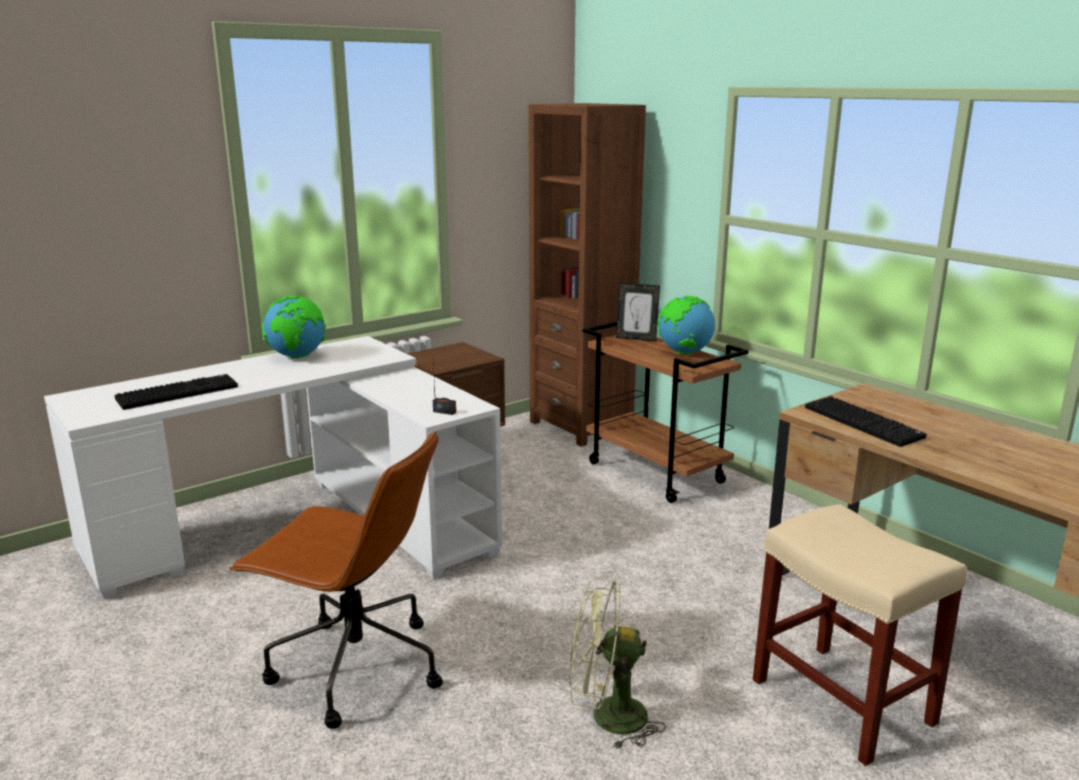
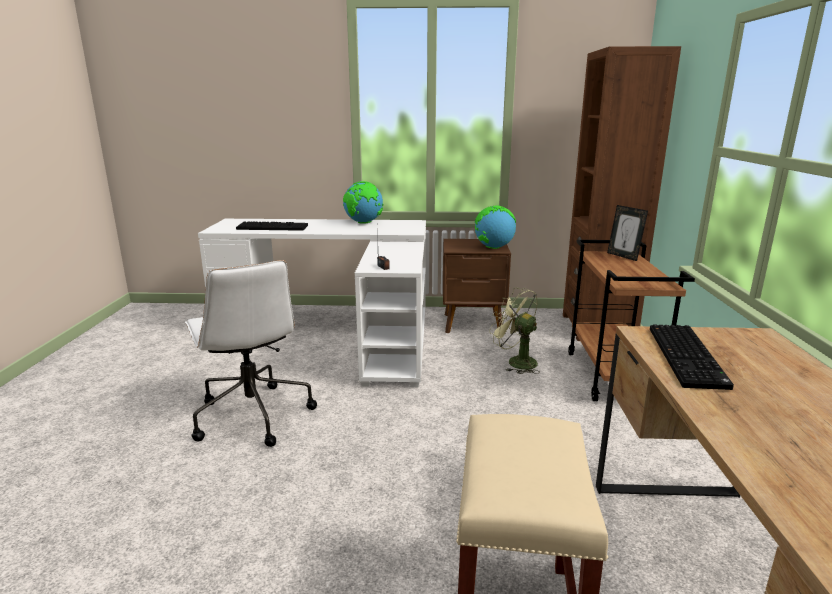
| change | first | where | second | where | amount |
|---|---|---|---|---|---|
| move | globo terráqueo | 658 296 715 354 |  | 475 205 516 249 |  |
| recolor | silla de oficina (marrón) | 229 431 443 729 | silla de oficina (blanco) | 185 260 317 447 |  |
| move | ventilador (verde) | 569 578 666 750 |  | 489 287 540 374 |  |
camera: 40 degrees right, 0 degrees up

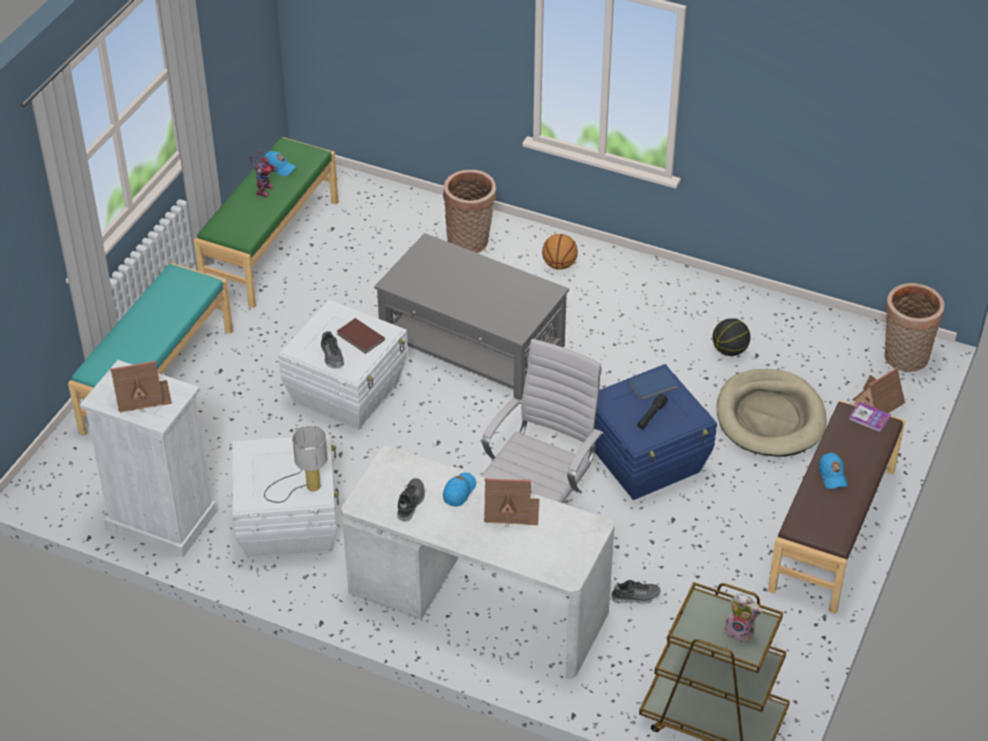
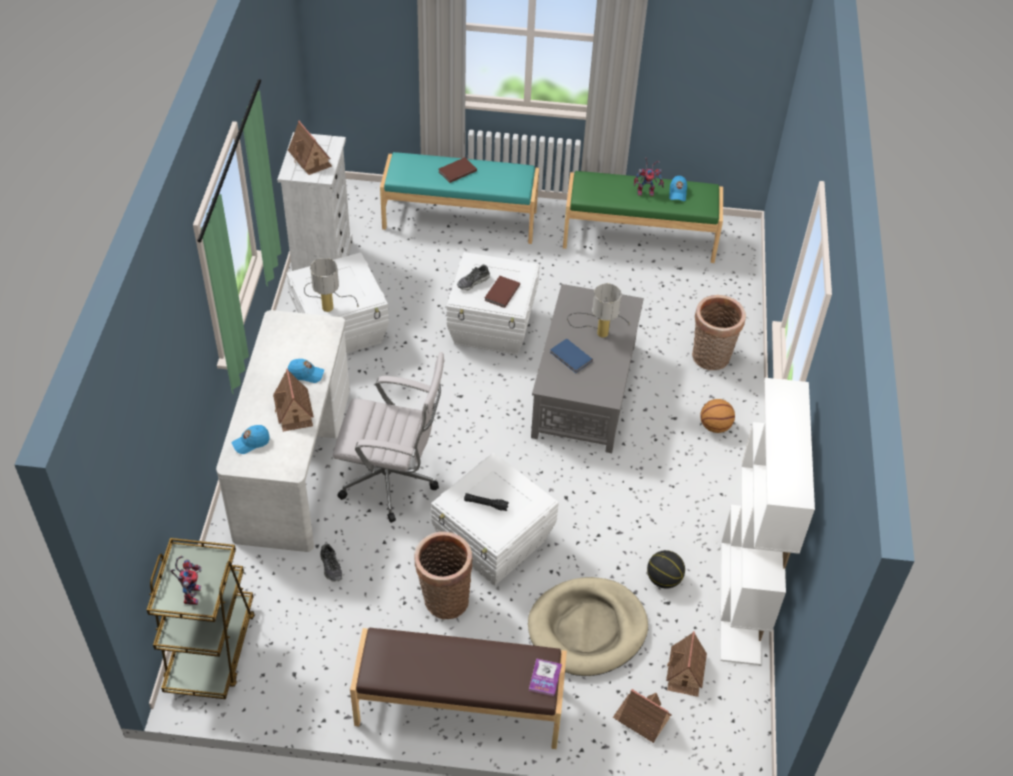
| change | first | where | second | where | amount |
|---|---|---|---|---|---|
| move | cesta | 884 283 945 372 |  | 415 532 473 619 |  |
| recolor | caja de almacenaje (azul) | 594 364 717 500 | caja de almacenaje (blanco) | 431 452 559 586 |  |
| move | libro (azul) | 628 368 678 401 |  | 550 339 593 373 |  |
| move | gorra (azul) | 819 453 848 489 |  | 232 425 270 454 |  |
| delete | zapato | 397 478 425 522 |  |  |  |
| replace | peluche | 724 593 763 643 | robot de juguete | 171 556 201 605 |  |
| insert |  |  | libro (marrón) | 439 157 477 183 |  |
| insert |  |  | lámpara de mesa | 567 283 630 338 |  |
| insert |  |  | estantería (blanco) | 720 378 815 665 |  |
| insert |  |  | casita | 666 631 707 697 |  |
camera: 70 degrees right, 5 degrees up

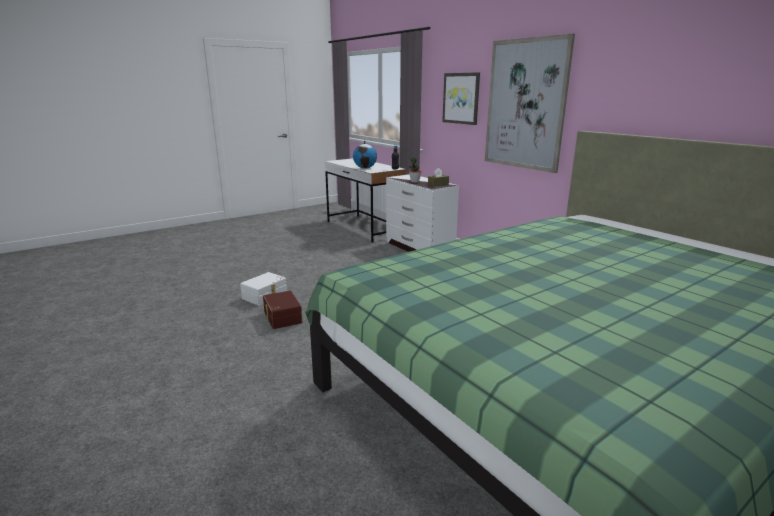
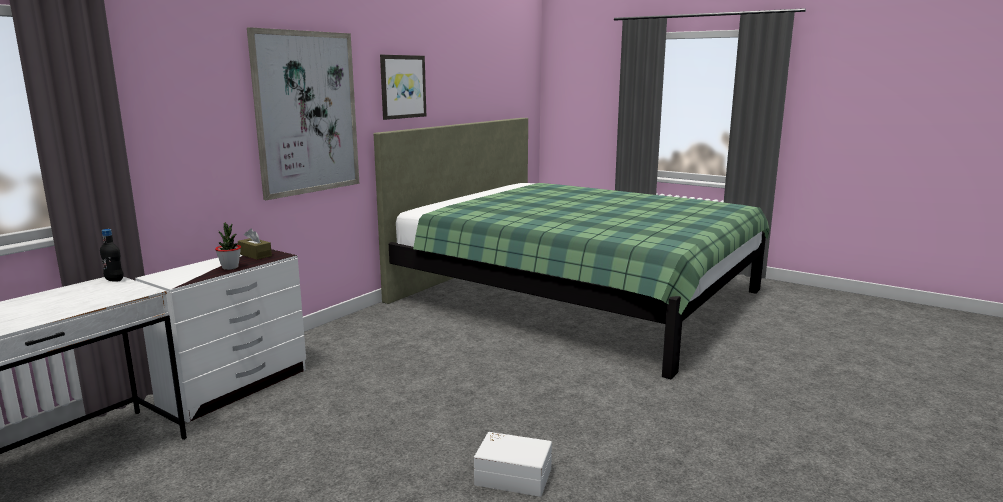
| change | first | where | second | where | amount |
|---|---|---|---|---|---|
| move | cuadro | 442 72 480 125 |  | 380 55 426 120 |  |
| delete | globo terráqueo | 353 140 377 169 |  |  |  |
| delete | caja de almacenaje (marrón) | 263 291 302 329 |  |  |  |
camera: 110 degrees left, 5 degrees down

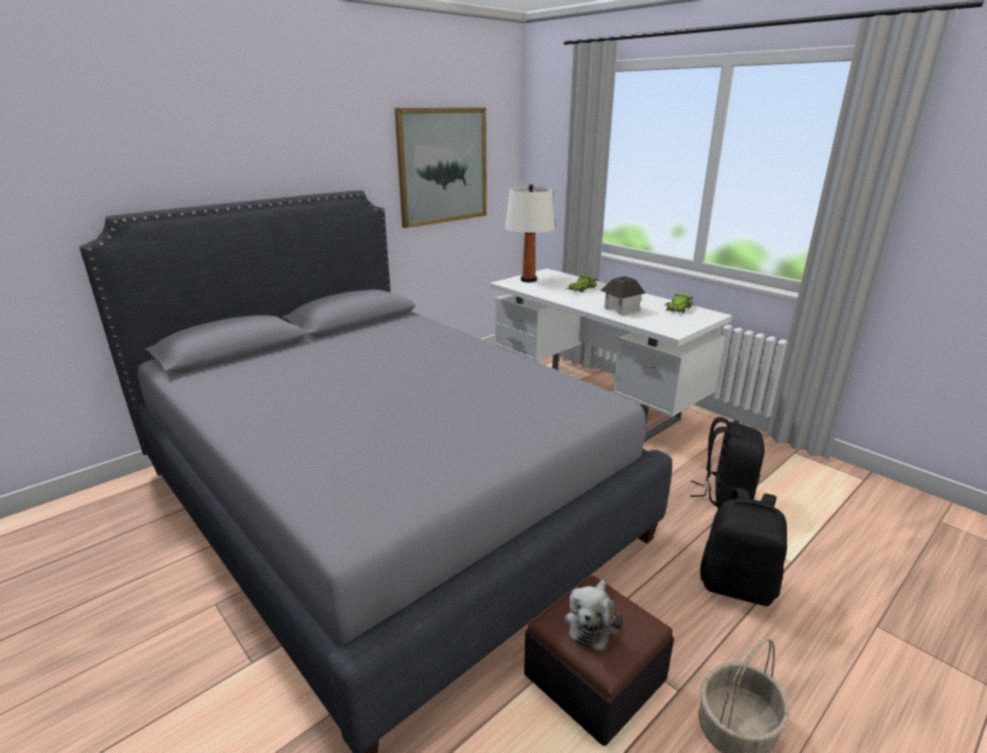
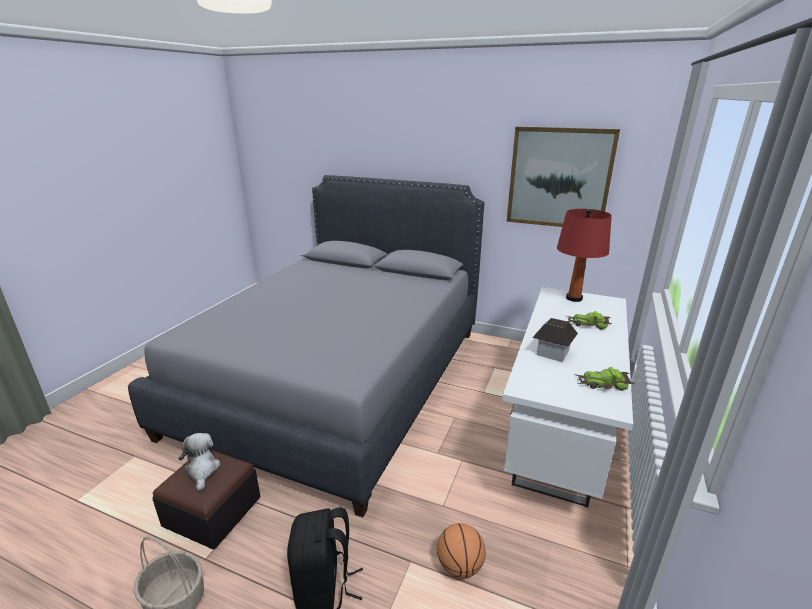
| change | first | where | second | where | amount |
|---|---|---|---|---|---|
| recolor | lámpara de mesa (blanco) | 505 184 555 282 | lámpara de mesa (rojo) | 557 209 612 302 |  |
| replace | mochila (negro) | 690 417 765 509 | balón de baloncesto | 437 523 486 578 |  |
| rotate | peluche | 564 580 623 651 |  | 178 433 220 492 | 75 degrees clockwise |
camera: 65 degrees right, 0 degrees up

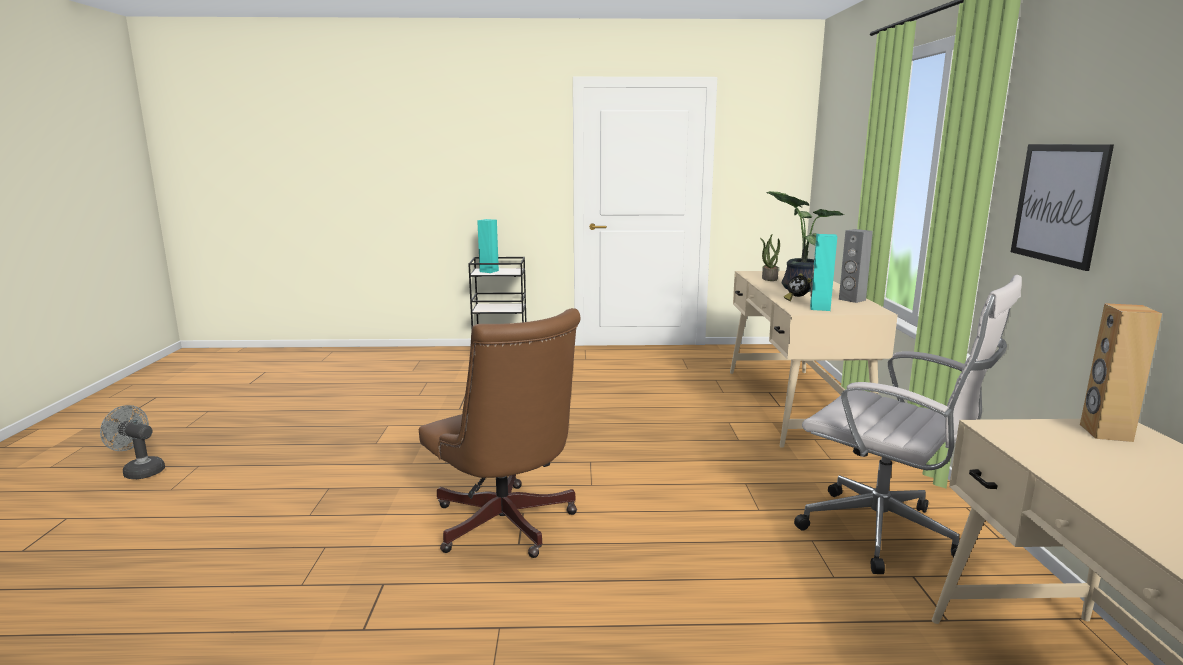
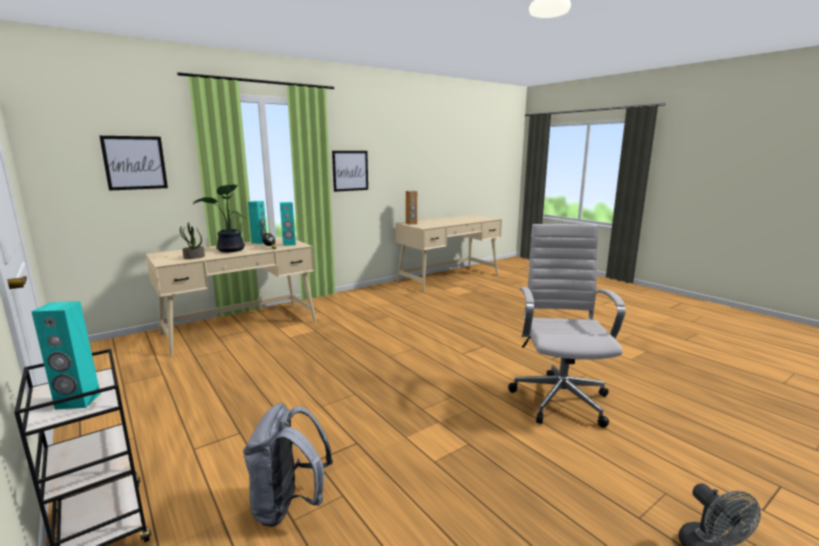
| change | first | where | second | where | amount |
|---|---|---|---|---|---|
| recolor | altavoz (gris) | 839 229 873 303 | altavoz (turquesa) | 248 201 267 244 |  |
| move | silla de oficina (blanco) | 794 275 1022 574 |  | 508 224 626 428 |  |
| delete | silla de oficina (marrón) | 419 308 581 558 |  |  |  |
| insert |  |  | cuadro | 99 136 168 191 |  |
| insert |  |  | mochila (gris) | 243 403 333 527 |  |
camera: 125 degrees left, 0 degrees up

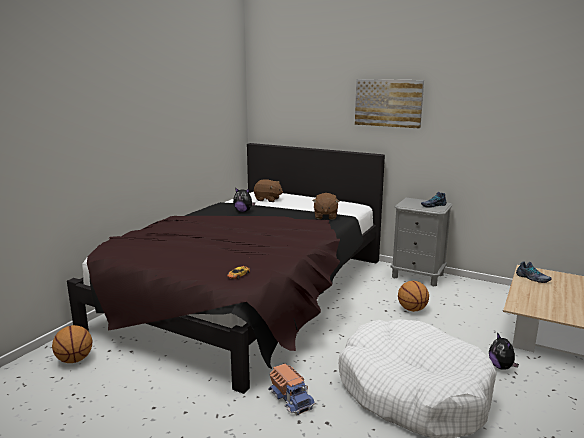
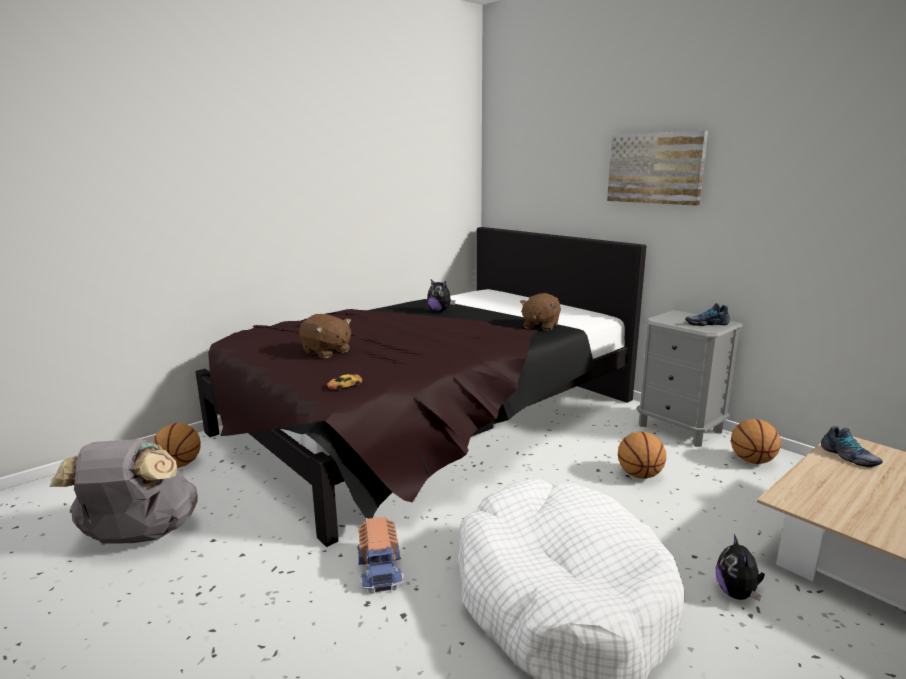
| change | first | where | second | where | amount |
|---|---|---|---|---|---|
| move | peluche (marrón) | 254 179 283 202 |  | 299 314 351 358 |  |
| insert |  |  | balón de baloncesto | 731 419 781 464 |  |
| insert |  |  | mochila (gris) | 49 439 198 544 |  |
camera: 20 degrees right, 0 degrees up

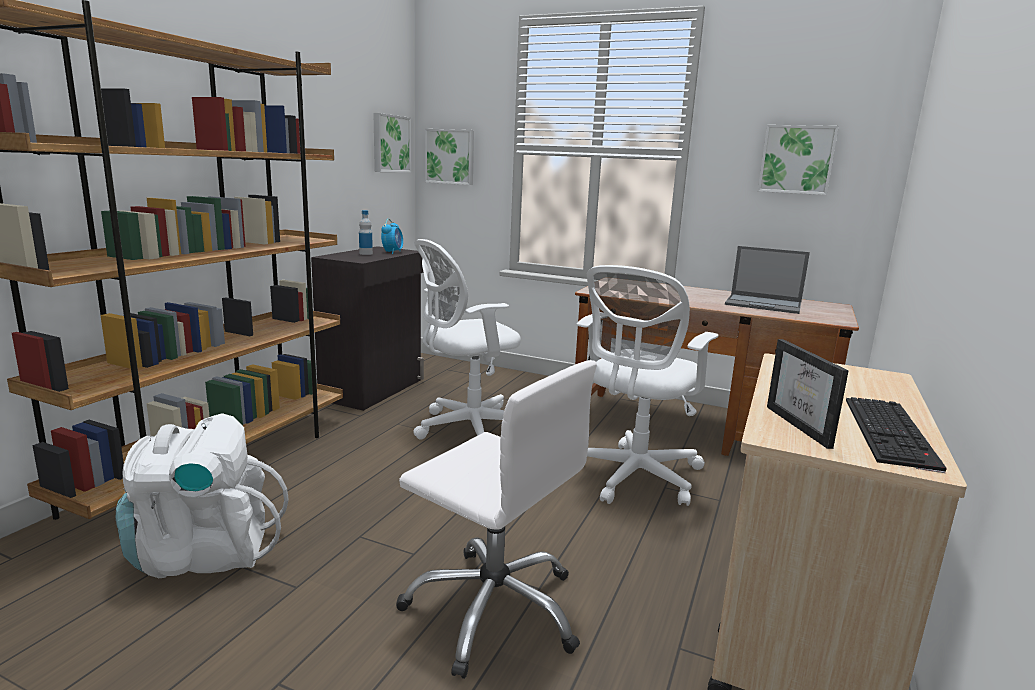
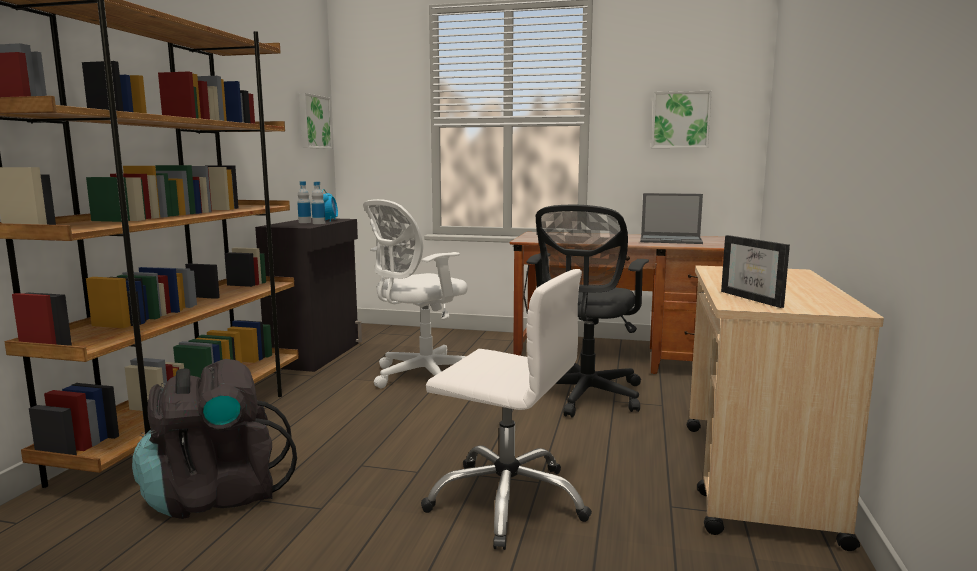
| change | first | where | second | where | amount |
|---|---|---|---|---|---|
| delete | cuadro | 425 129 474 185 |  |  |  |
| recolor | silla de oficina (blanco) | 577 265 719 506 | silla de oficina (negro) | 526 205 649 418 |  |
| delete | teclado | 846 397 947 473 |  |  |  |
| recolor | mochila (blanco) | 116 413 289 578 | mochila (negro) | 132 359 297 519 |  |
| insert |  |  | botella | 311 182 325 224 |  |
camera: 10 degrees left, 5 degrees down

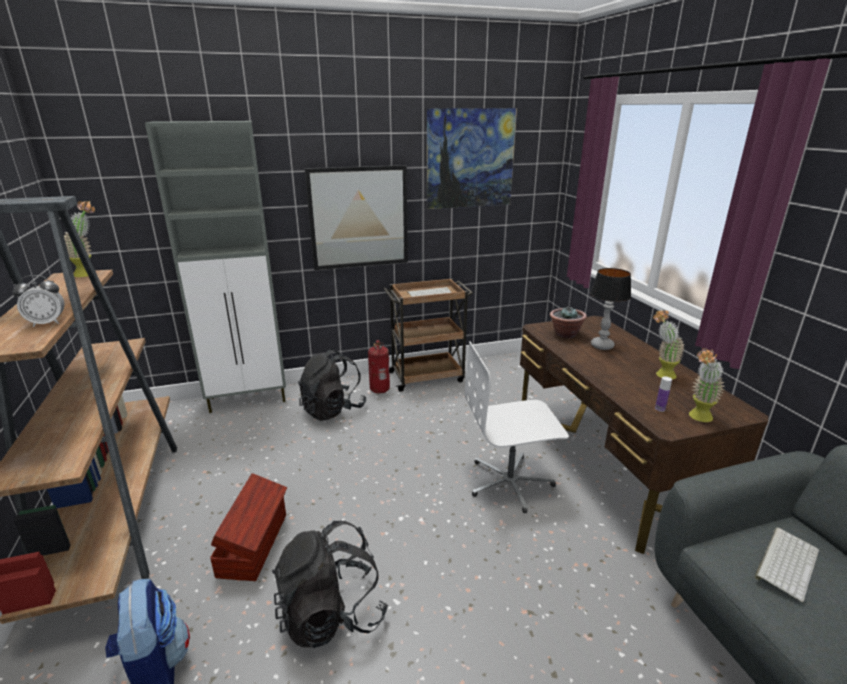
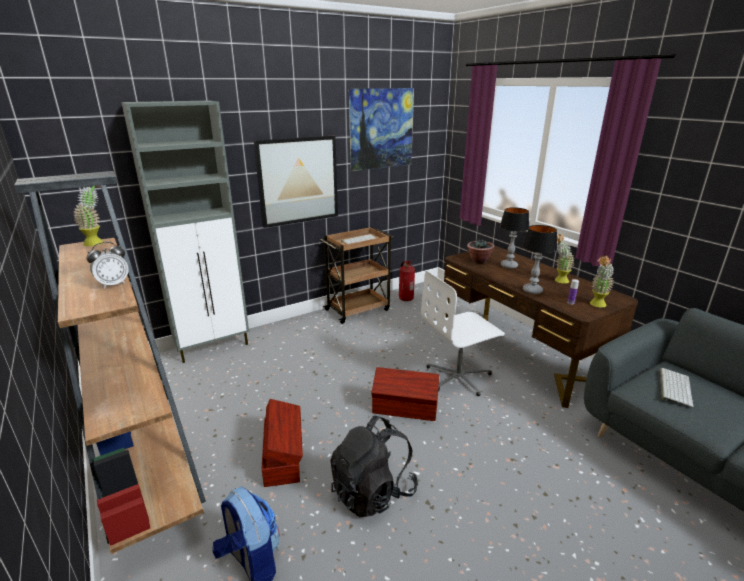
| change | first | where | second | where | amount |
|---|---|---|---|---|---|
| move | extintor | 368 340 390 393 |  | 399 260 415 301 |  |
| delete | mochila (negro) | 298 349 366 421 |  |  |  |
| insert |  |  | lámpara de mesa | 523 225 557 294 |  |
| insert |  |  | caja de almacenaje (marrón) | 372 367 439 421 |  |
camera: 15 degrees left, 0 degrees up

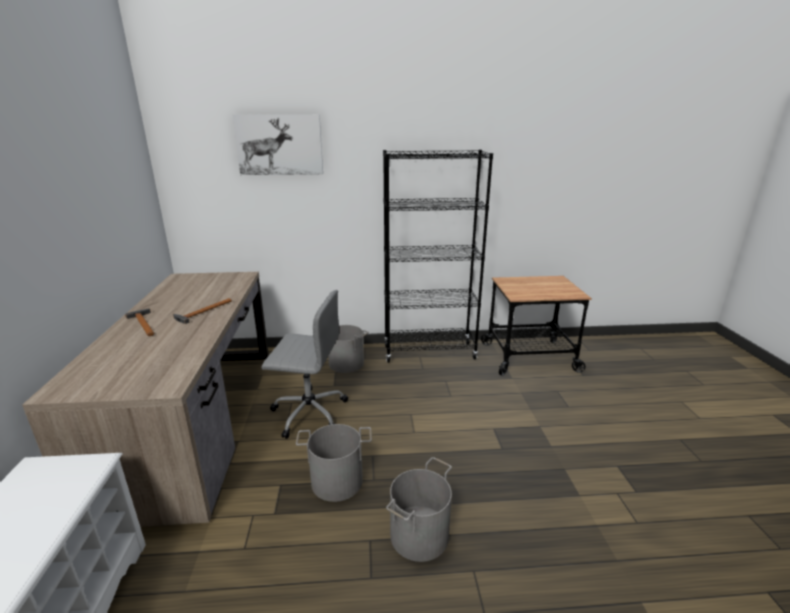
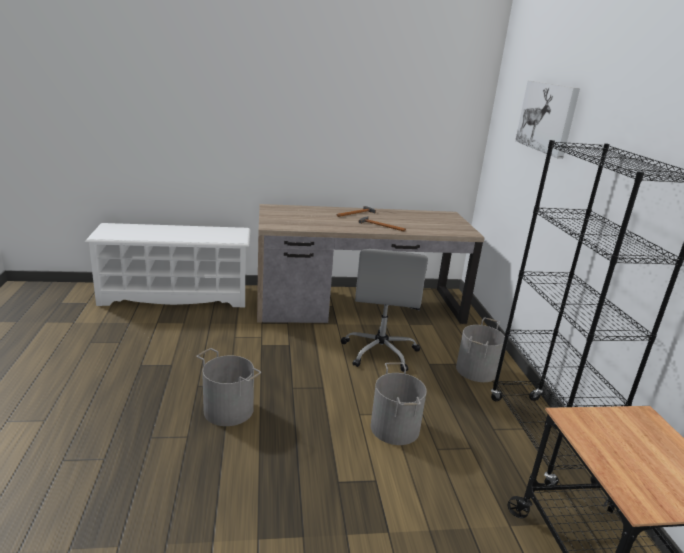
| change | first | where | second | where | amount |
|---|---|---|---|---|---|
| move | cubo (gris) | 296 424 372 502 |  | 371 362 427 445 |  |
camera: 85 degrees right, 0 degrees up

